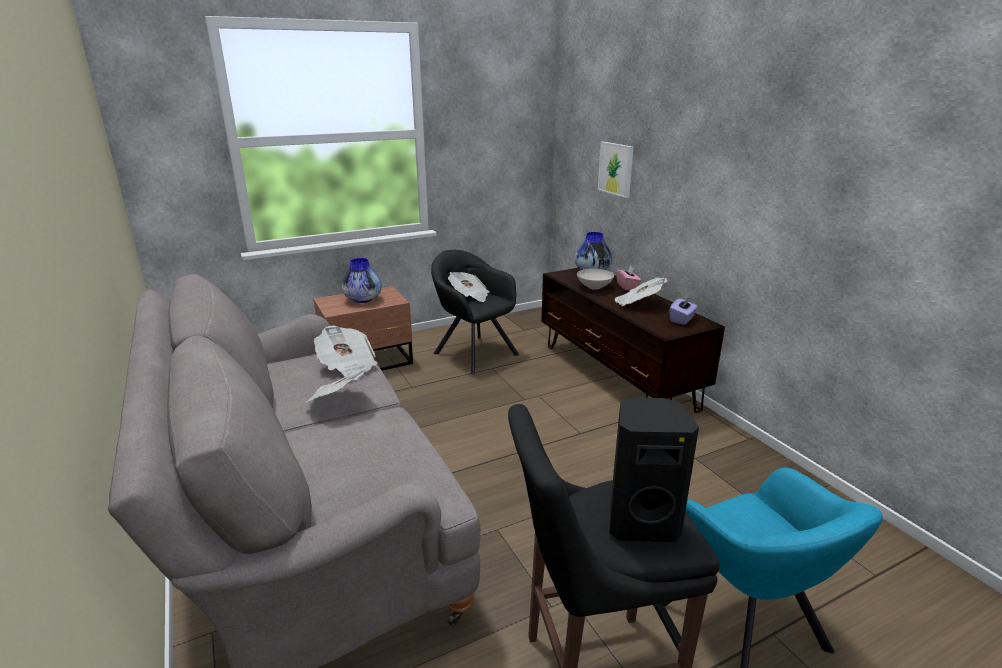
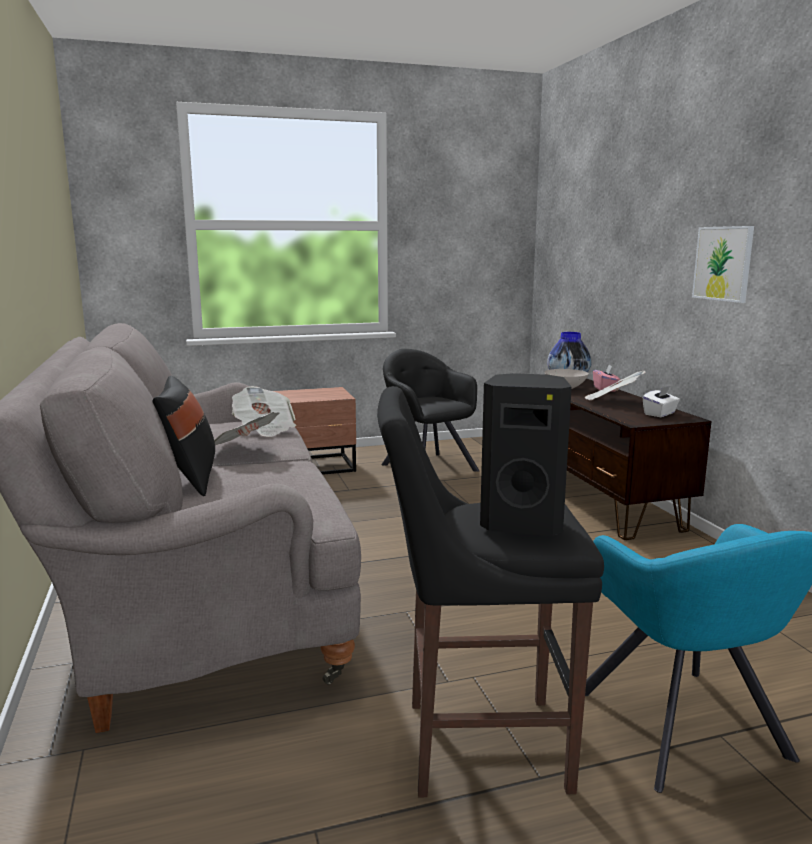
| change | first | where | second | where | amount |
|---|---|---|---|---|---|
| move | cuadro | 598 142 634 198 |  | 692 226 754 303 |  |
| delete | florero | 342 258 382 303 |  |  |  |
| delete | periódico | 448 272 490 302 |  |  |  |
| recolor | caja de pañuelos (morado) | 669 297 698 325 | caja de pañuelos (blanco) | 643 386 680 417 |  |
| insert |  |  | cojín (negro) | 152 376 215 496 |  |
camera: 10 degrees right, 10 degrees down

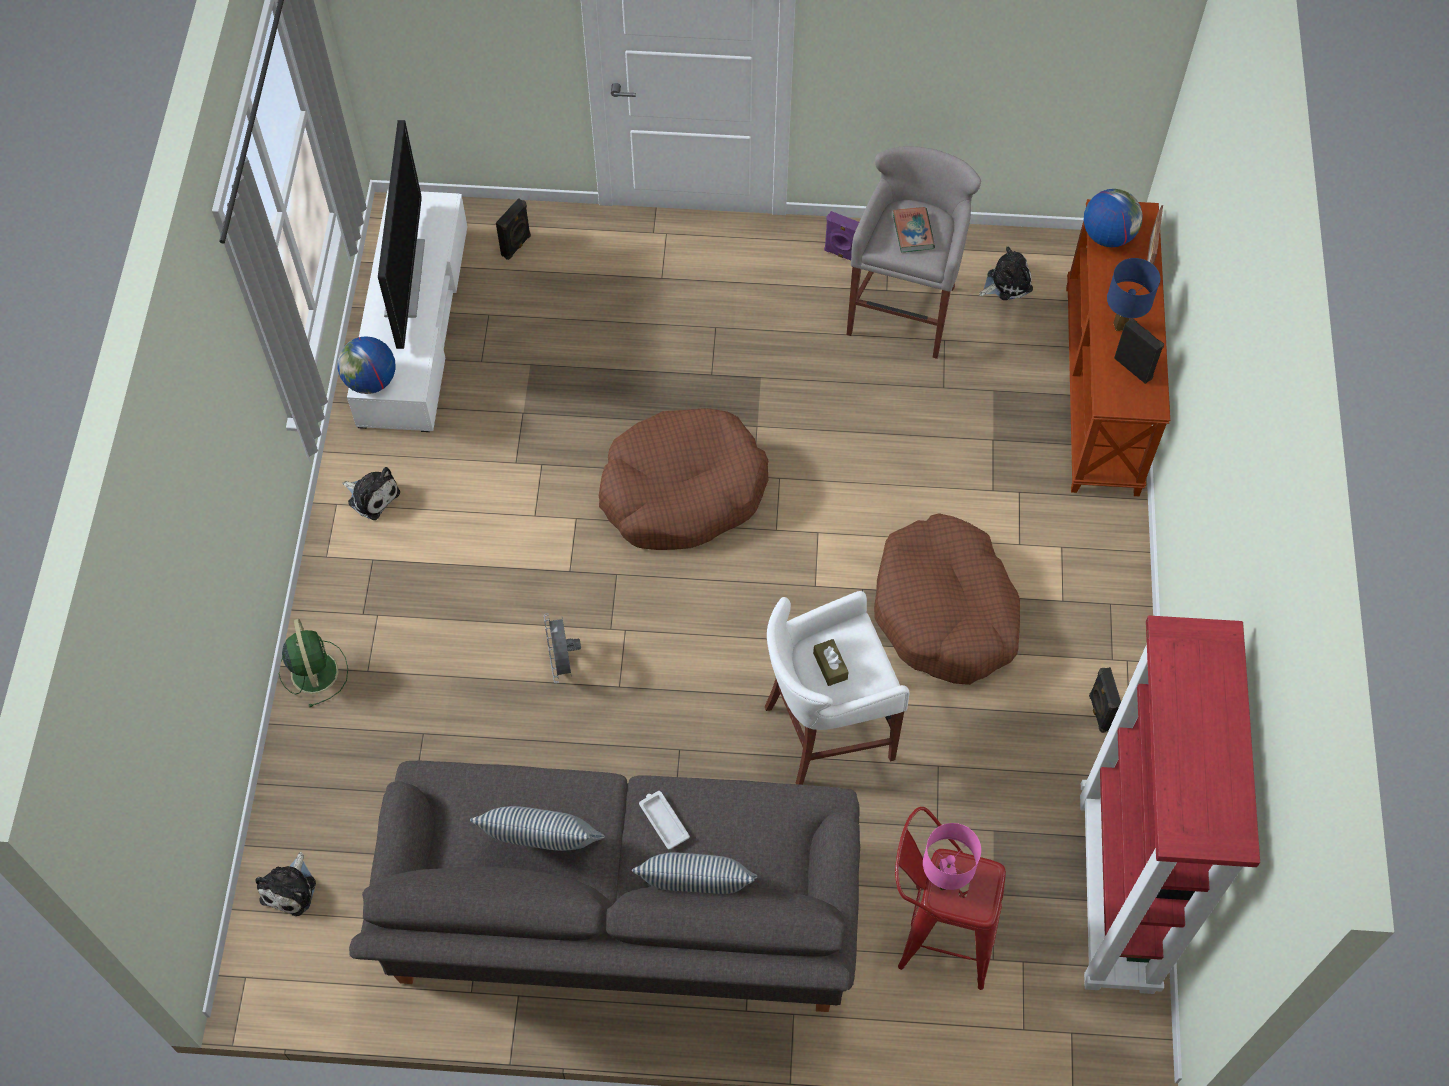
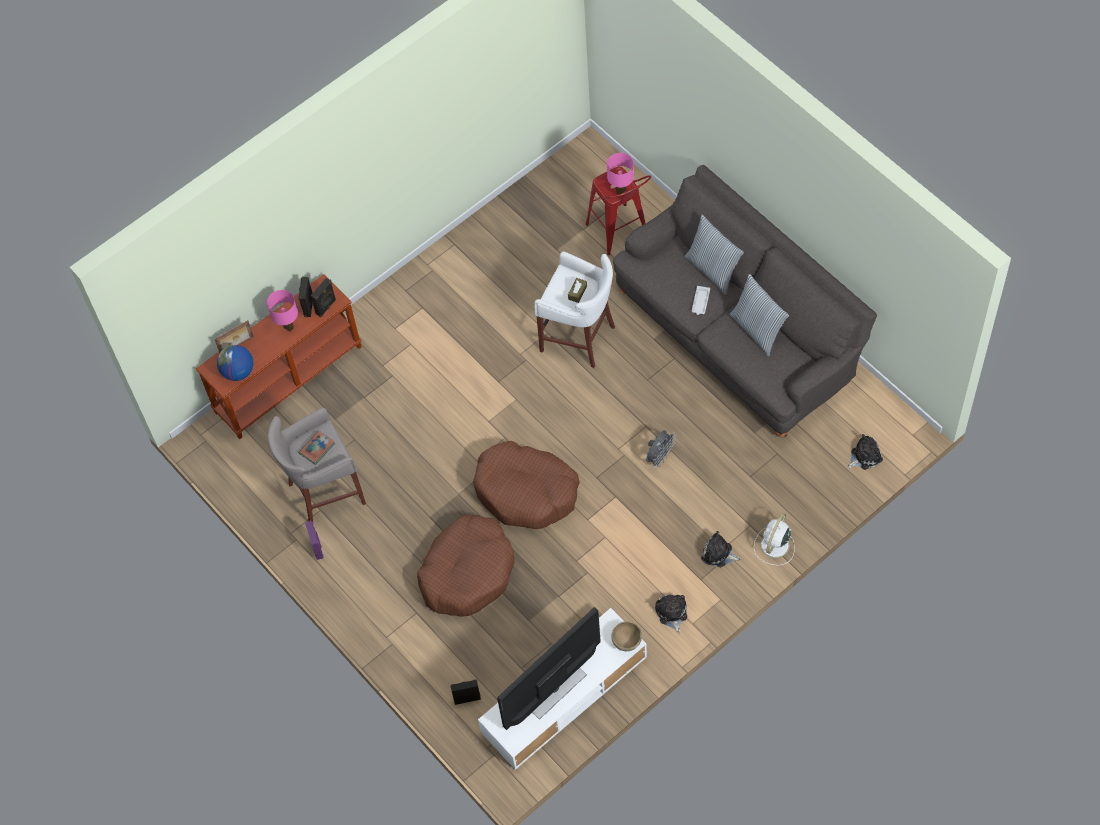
| change | first | where | second | where | amount |
|---|---|---|---|---|---|
| move | peluche | 979 247 1033 300 |  | 701 531 741 567 |  |
| recolor | lámpara de mesa (azul) | 1107 258 1160 331 | lámpara de mesa (rosa) | 267 290 298 332 |  |
| replace | globo terráqueo | 337 336 396 394 | cuenco (marrón) | 611 622 642 651 |  |
| move | cama para perro (marrón) | 874 513 1020 685 |  | 417 514 515 617 |  |
| delete | estantería (rojo) | 1080 616 1260 994 |  |  |  |
| recolor | ventilador (verde) | 279 619 348 707 | ventilador (blanco) | 754 513 795 566 |  |
| move | altavoz (negro) | 1089 667 1121 733 |  | 311 278 336 317 |  |
camera: 130 degrees left, 0 degrees up

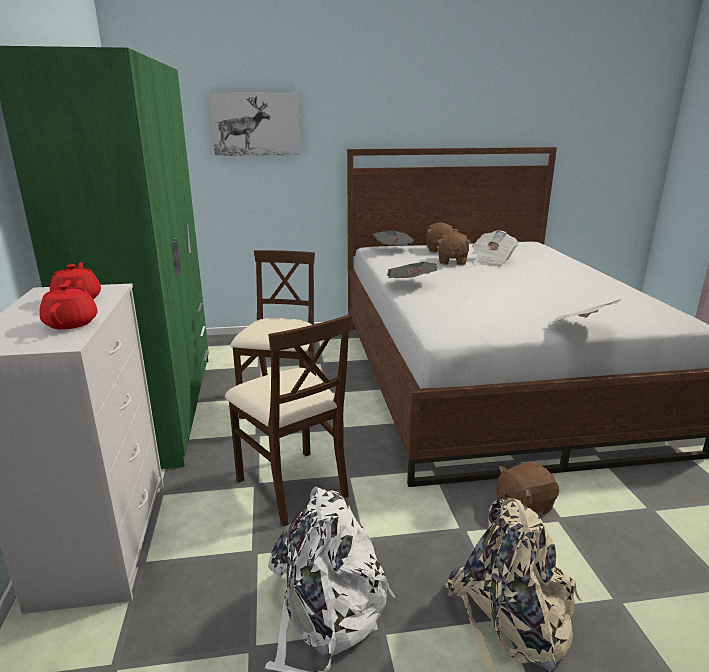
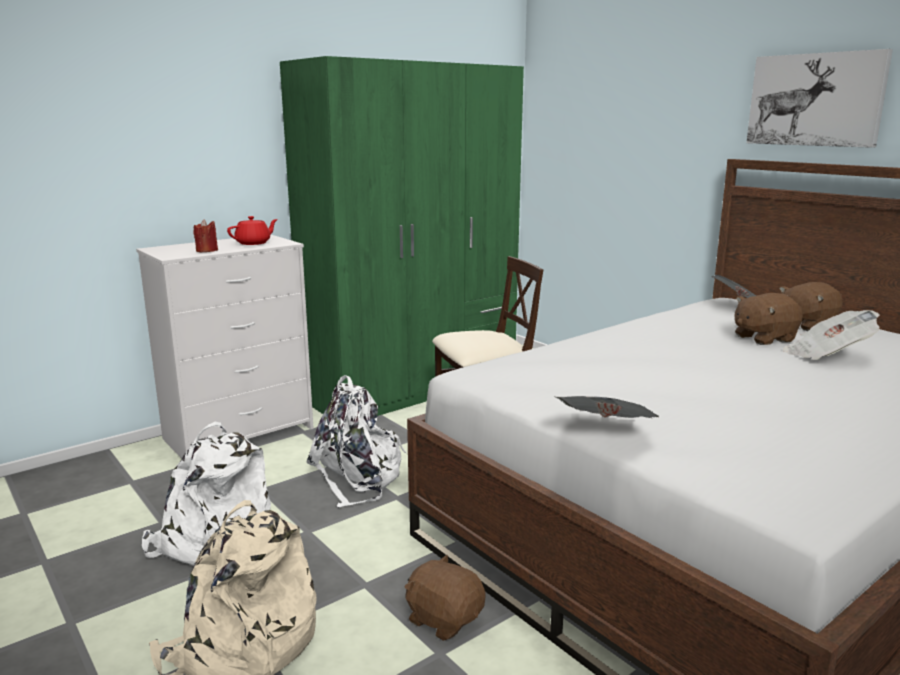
| change | first | where | second | where | amount |
|---|---|---|---|---|---|
| move | cuadro | 209 92 301 156 |  | 746 49 893 148 |  |
| delete | periódico | 387 262 437 278 |  |  |  |
| replace | tetera (rojo) | 39 280 97 330 | vela (rojo) | 193 219 218 252 |  |
| replace | silla (beis) | 225 315 351 527 | mochila (blanco) | 307 375 406 507 |  |
camera: 60 degrees right, 5 degrees down

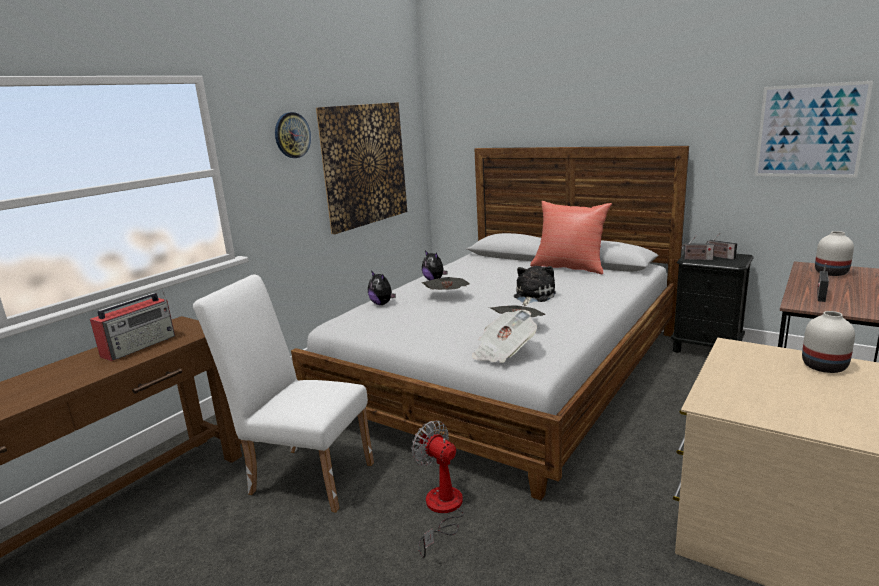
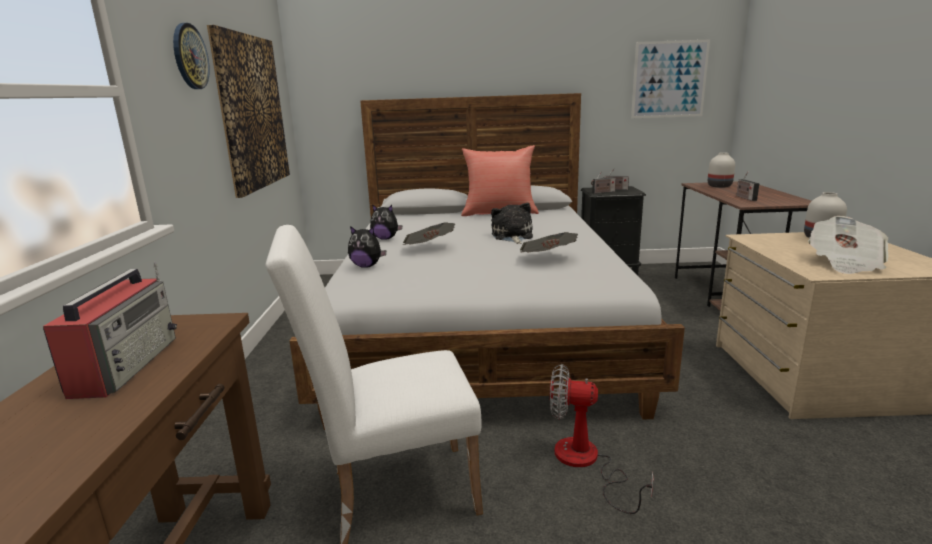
| change | first | where | second | where | amount |
|---|---|---|---|---|---|
| move | periódico | 472 310 537 363 |  | 808 216 888 274 |  |
camera: 35 degrees left, 0 degrees up

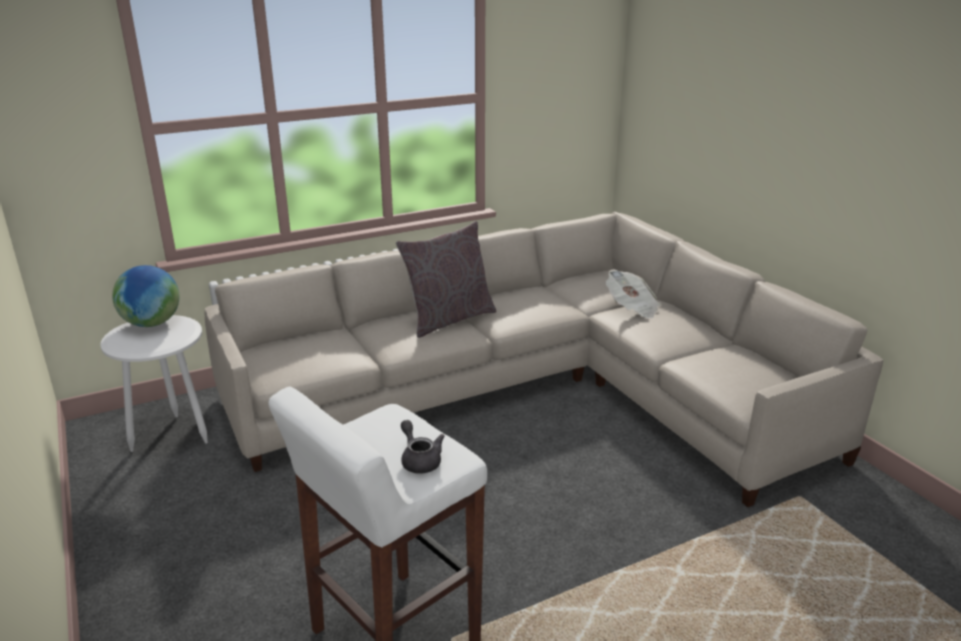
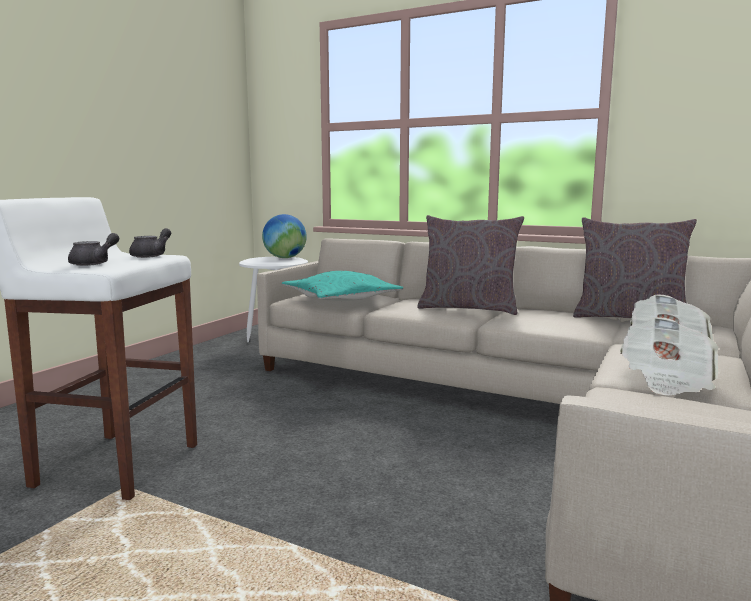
| change | first | where | second | where | amount |
|---|---|---|---|---|---|
| insert |  |  | cojín (gris) | 573 217 697 318 |  |
| insert |  |  | tetera (gris) | 129 228 171 258 |  |
| insert |  |  | cojín (turquesa) | 282 271 403 301 |  |
| insert |  |  | periódico | 620 317 718 395 |  |
camera: 55 degrees right, 15 degrees down

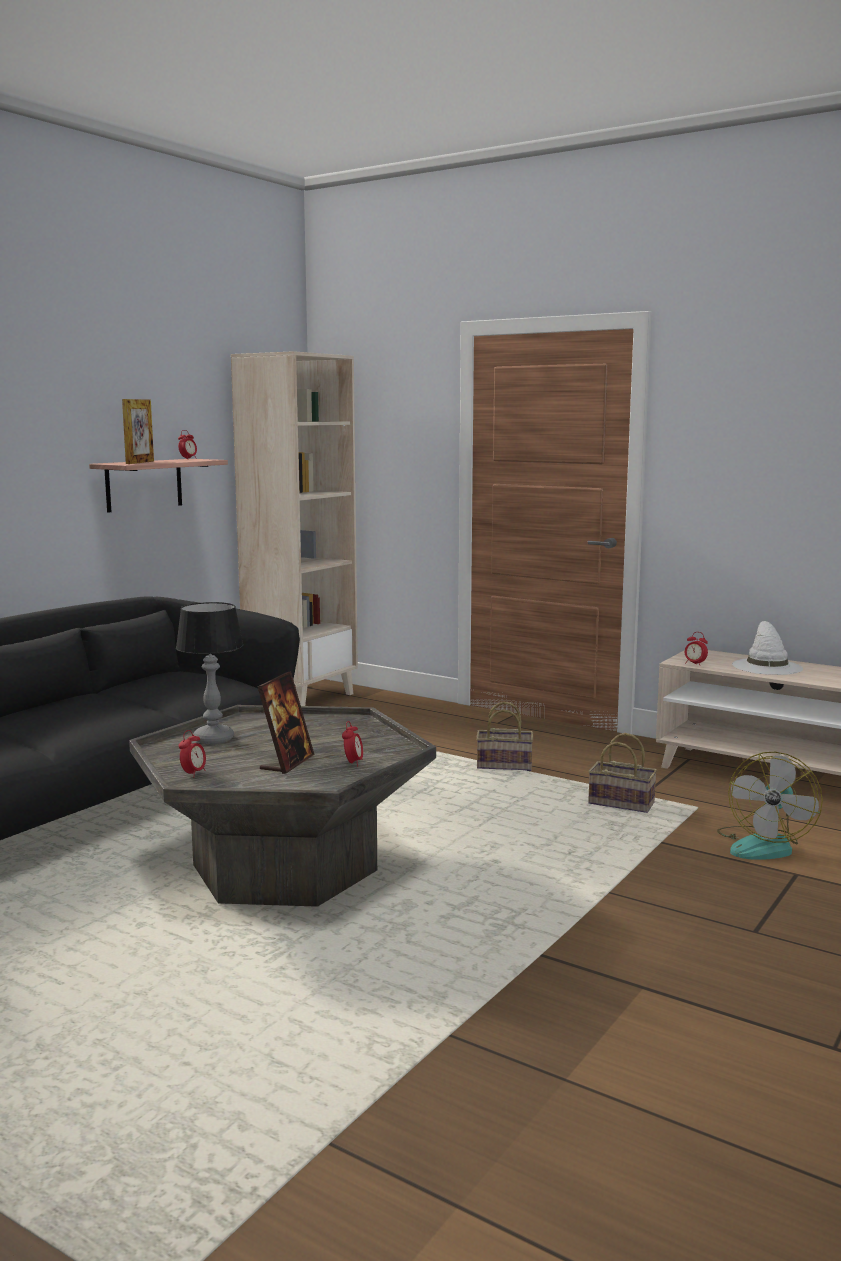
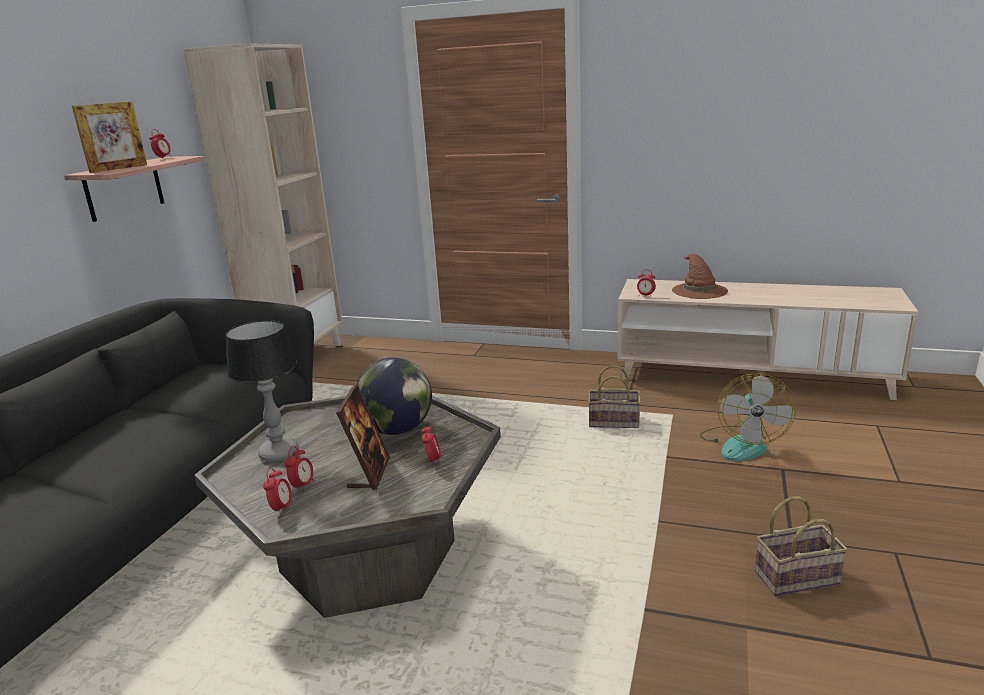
| change | first | where | second | where | amount |
|---|---|---|---|---|---|
| rotate | portarretratos | 122 399 154 464 |  | 72 101 147 173 | 45 degrees clockwise |
| recolor | sombrero (blanco) | 732 621 803 675 | sombrero (marrón) | 672 254 728 299 |  |
| move | cesta | 476 701 533 771 |  | 755 497 848 596 |  |
| insert |  |  | globo terráqueo | 356 357 432 435 |  |
| insert |  |  | despertador | 285 446 314 492 |  |
camera: 15 degrees left, 10 degrees up

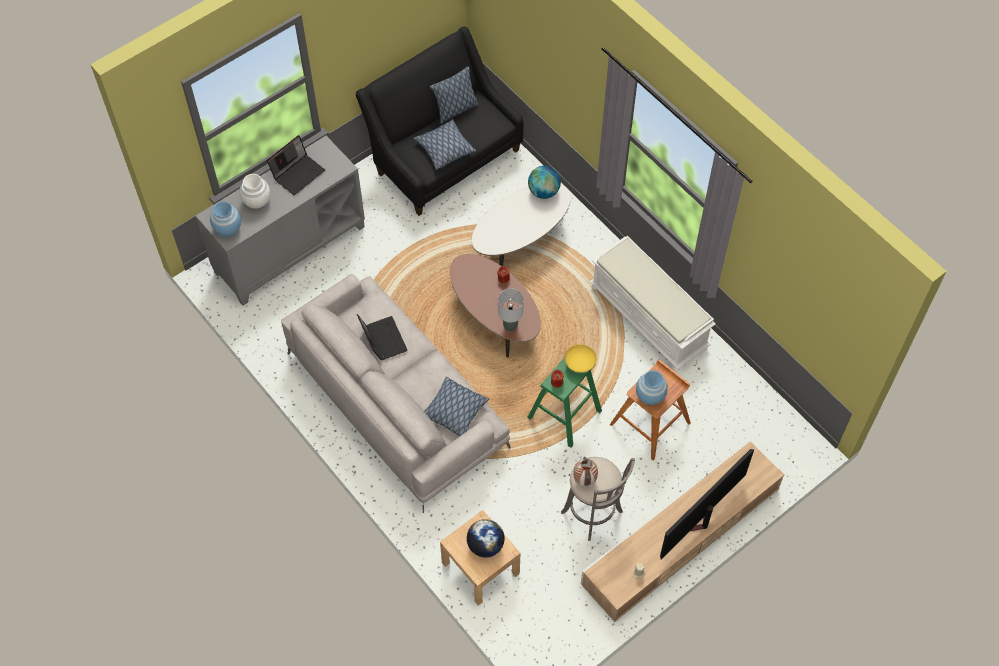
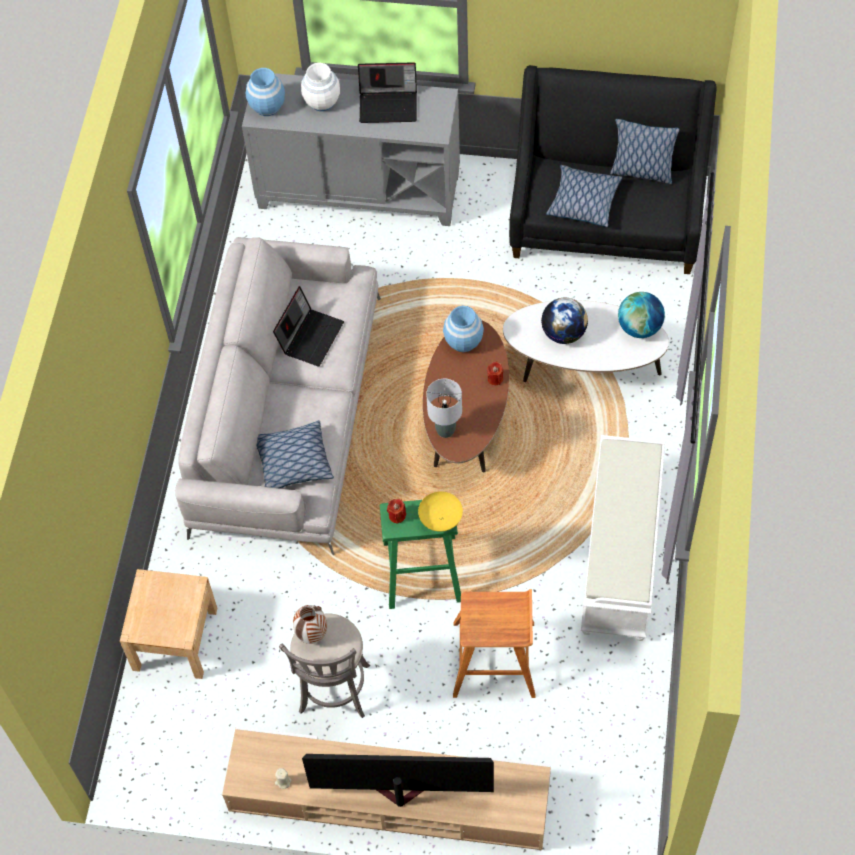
| change | first | where | second | where | amount |
|---|---|---|---|---|---|
| move | florero (azul) | 636 370 668 405 |  | 443 306 484 352 |  |
| move | globo terráqueo | 466 519 505 558 |  | 541 297 588 344 |  |
camera: 50 degrees right, 0 degrees up

